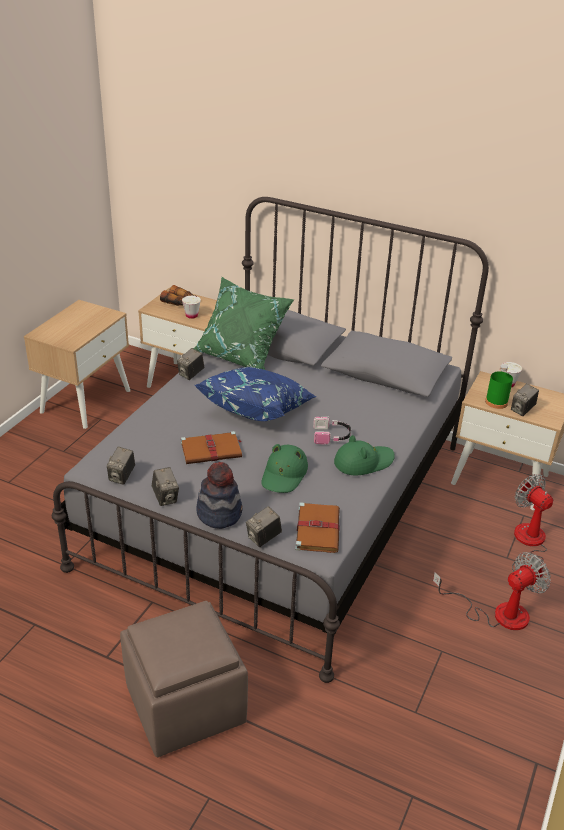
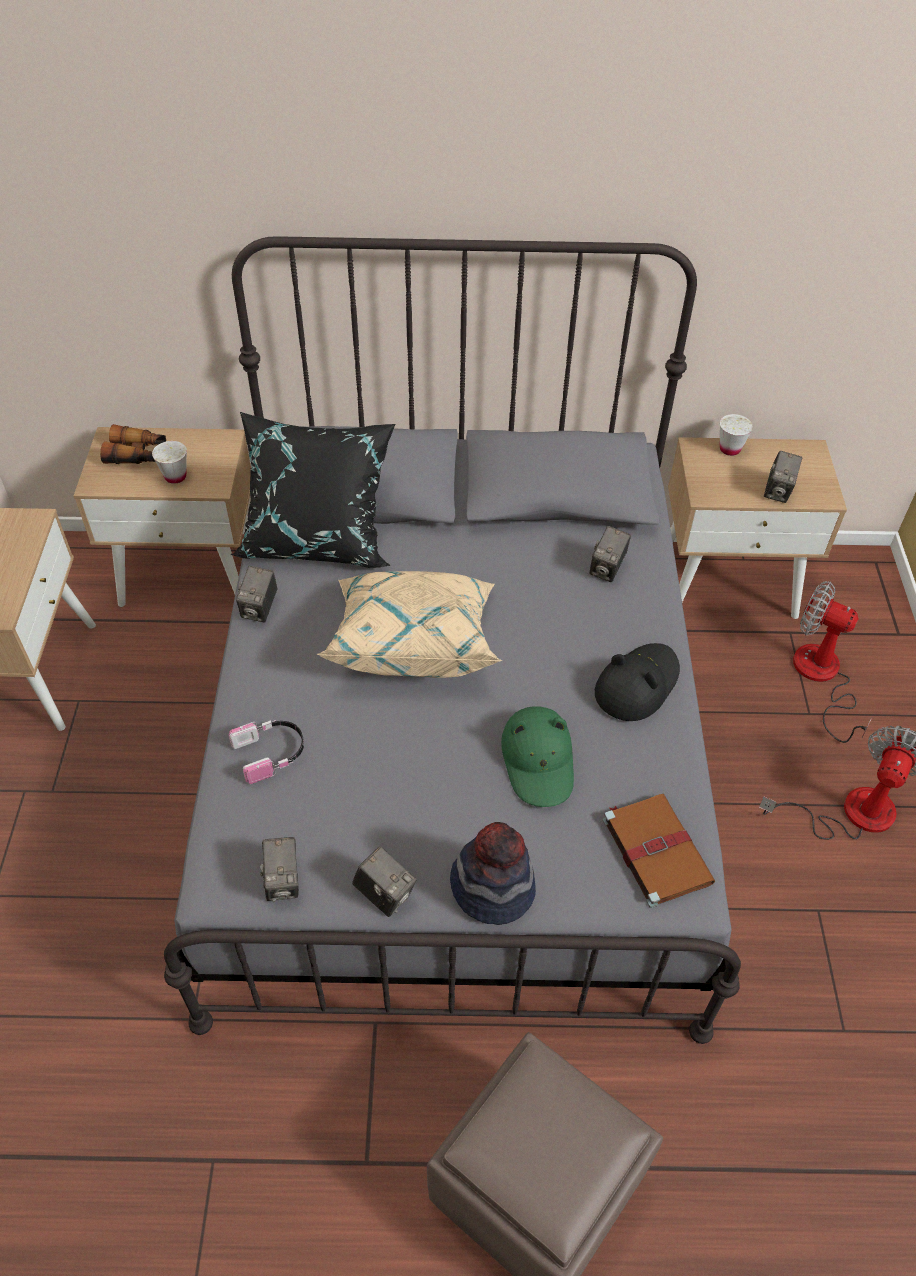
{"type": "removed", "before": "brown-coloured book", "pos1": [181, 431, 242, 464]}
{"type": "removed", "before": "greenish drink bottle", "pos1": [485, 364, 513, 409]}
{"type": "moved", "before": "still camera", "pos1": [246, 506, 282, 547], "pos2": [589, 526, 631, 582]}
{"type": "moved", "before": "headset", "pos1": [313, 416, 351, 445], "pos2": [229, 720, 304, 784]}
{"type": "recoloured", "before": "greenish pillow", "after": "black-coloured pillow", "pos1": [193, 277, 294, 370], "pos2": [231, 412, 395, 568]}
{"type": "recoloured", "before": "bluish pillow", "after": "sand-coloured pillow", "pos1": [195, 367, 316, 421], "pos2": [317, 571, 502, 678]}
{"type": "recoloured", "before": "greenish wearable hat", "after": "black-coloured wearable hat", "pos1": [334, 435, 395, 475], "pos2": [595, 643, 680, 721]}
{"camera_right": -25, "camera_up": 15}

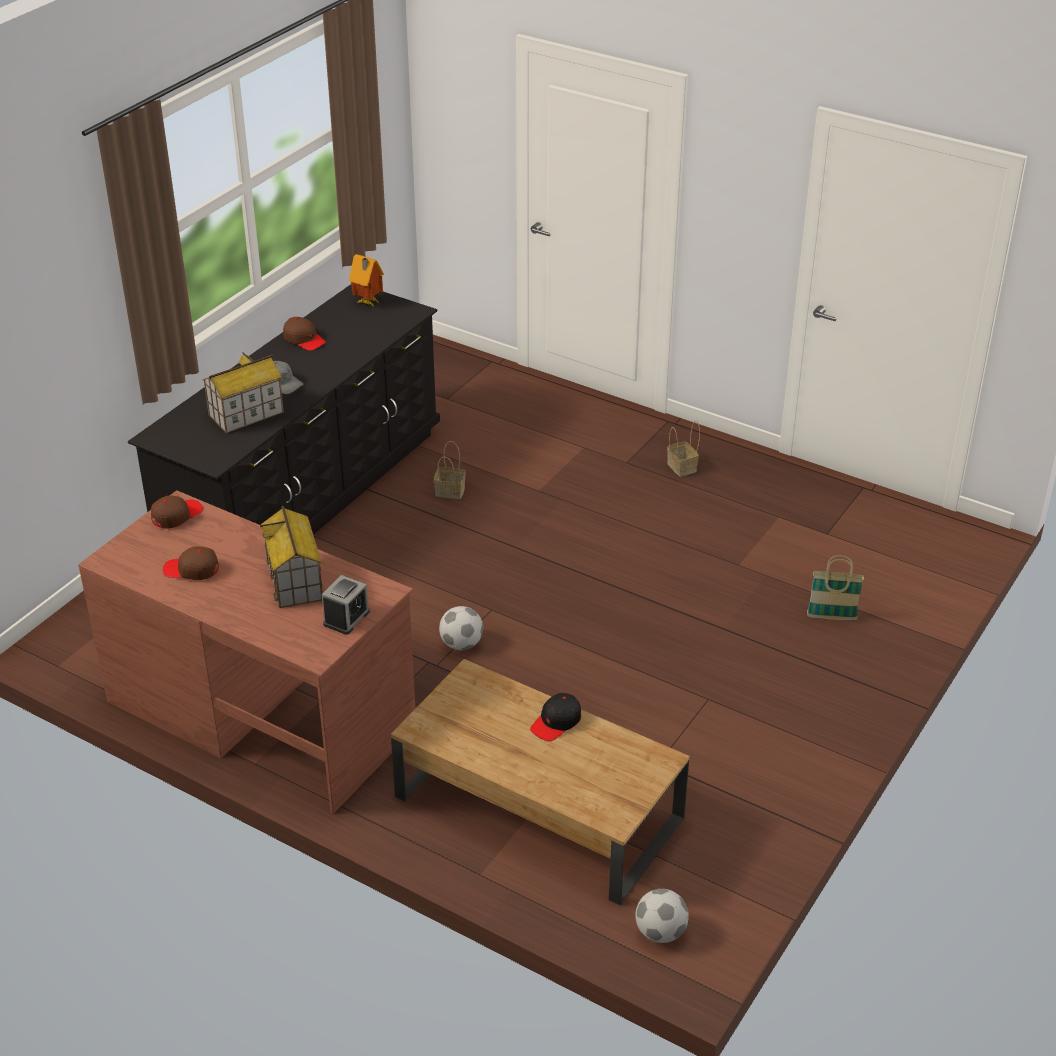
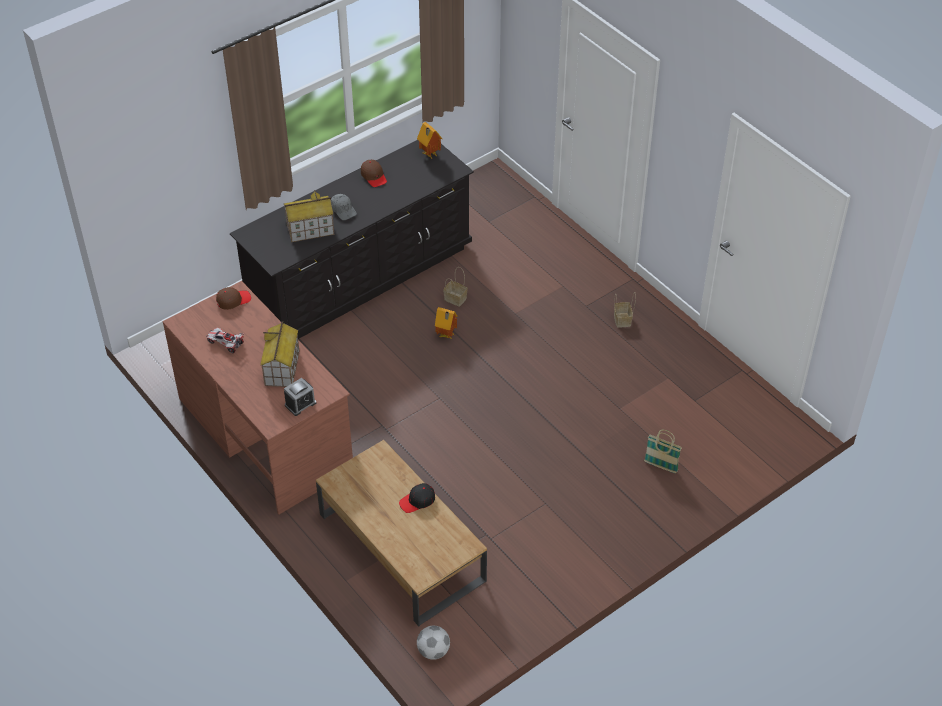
{"type": "removed", "before": "football ball", "pos1": [439, 606, 483, 650]}
{"type": "added", "after": "model house", "pos2": [435, 307, 458, 340]}
{"type": "replaced", "before": "brown-coloured cap", "after": "miniature car", "pos1": [163, 546, 219, 580], "pos2": [206, 328, 244, 353]}
{"camera_right": 20, "camera_up": 10}

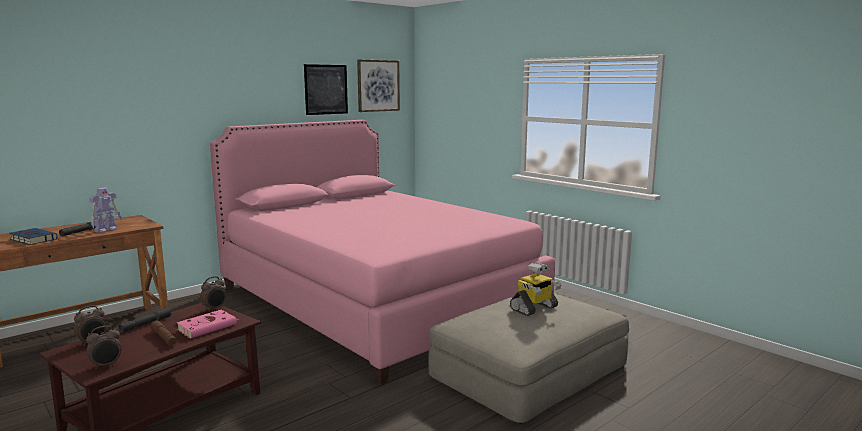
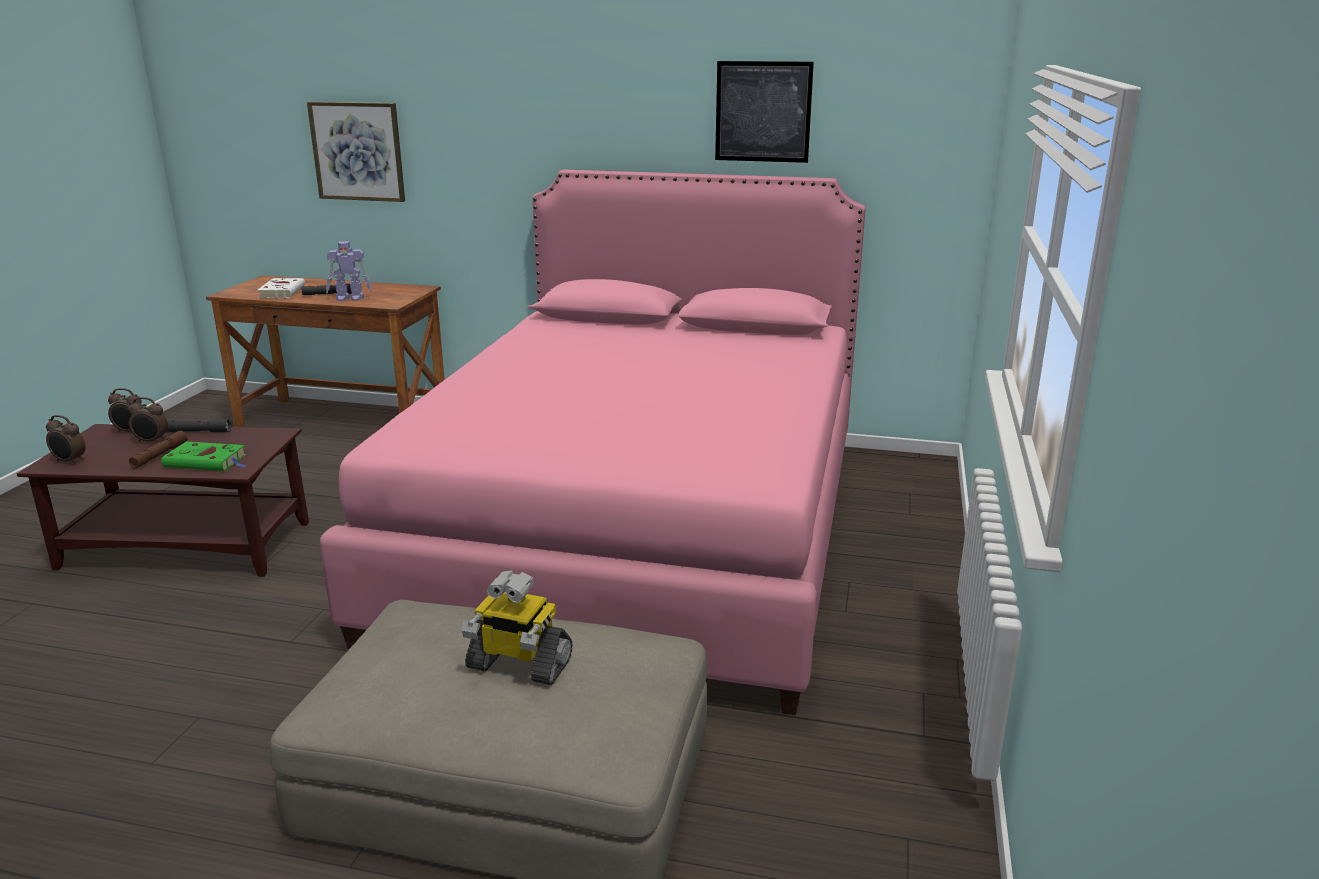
{"type": "moved", "before": "table clock", "pos1": [200, 276, 226, 311], "pos2": [128, 397, 168, 443]}
{"type": "moved", "before": "wall picture", "pos1": [357, 59, 400, 112], "pos2": [307, 102, 405, 202]}
{"type": "recoloured", "before": "bluish book", "after": "white-coloured book", "pos1": [10, 228, 57, 245], "pos2": [257, 278, 305, 298]}
{"type": "recoloured", "before": "pink book", "after": "greenish book", "pos1": [177, 310, 240, 338], "pos2": [161, 442, 246, 471]}
{"camera_right": 55, "camera_up": 10}

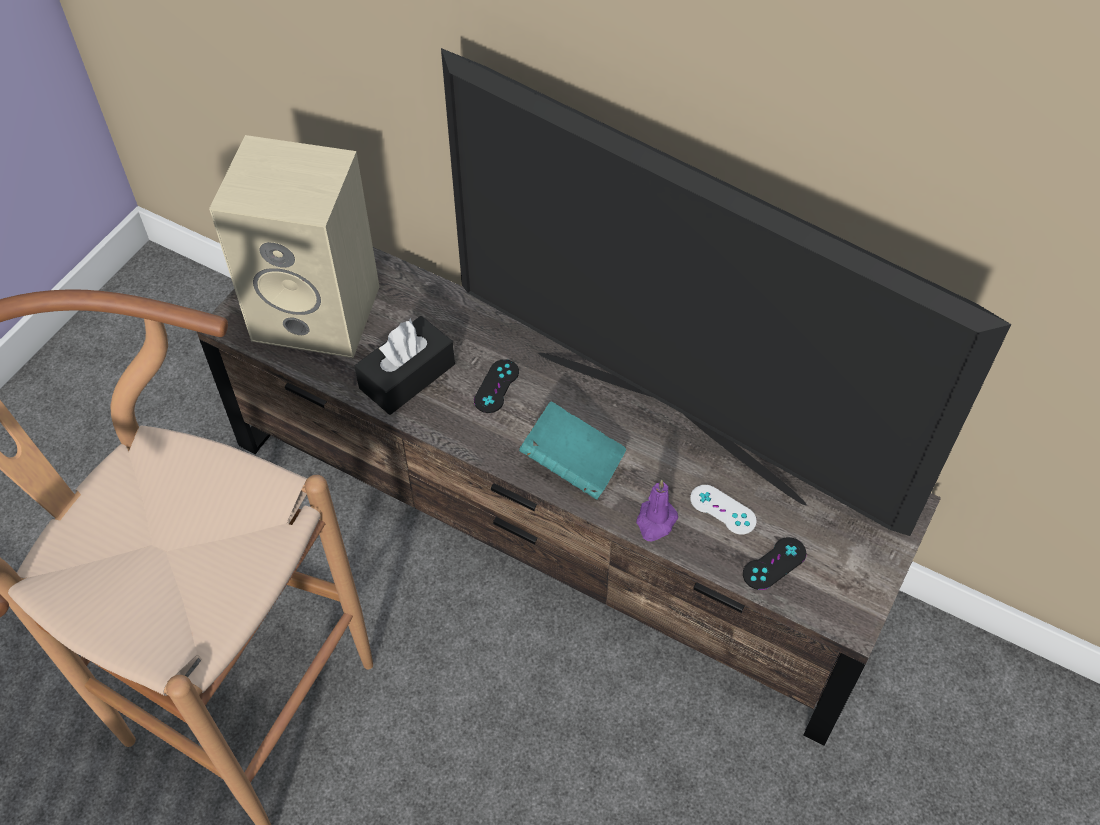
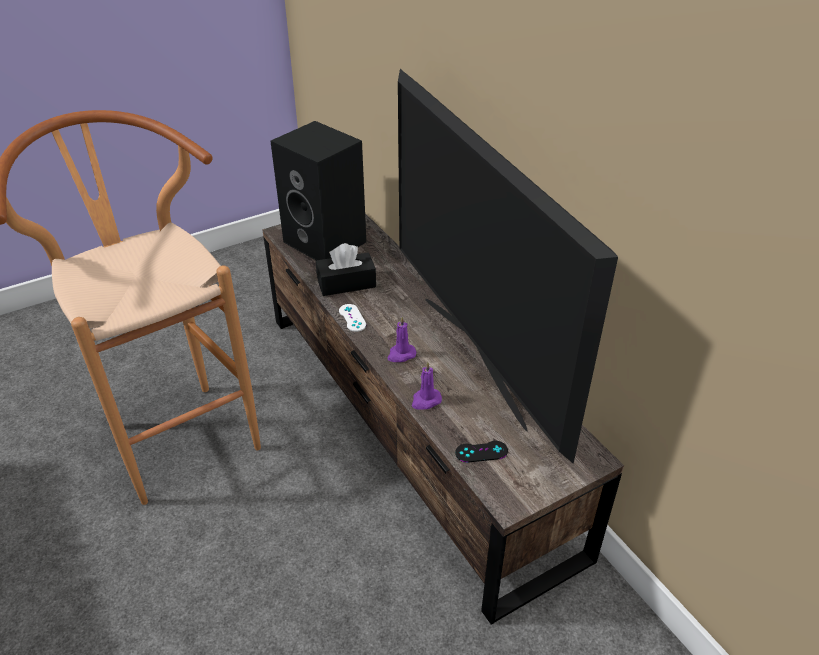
{"type": "removed", "before": "black-coloured joypad", "pos1": [474, 359, 519, 413]}
{"type": "moved", "before": "white-coloured joypad", "pos1": [690, 485, 757, 535], "pos2": [339, 304, 366, 332]}
{"type": "replaced", "before": "turquoise-coloured book", "after": "purplish wax candle", "pos1": [519, 401, 626, 500], "pos2": [388, 317, 416, 362]}
{"type": "recoloured", "before": "sand-coloured loudspeaker", "after": "black-coloured loudspeaker", "pos1": [209, 135, 380, 358], "pos2": [270, 121, 366, 260]}
{"camera_right": 30, "camera_up": -15}

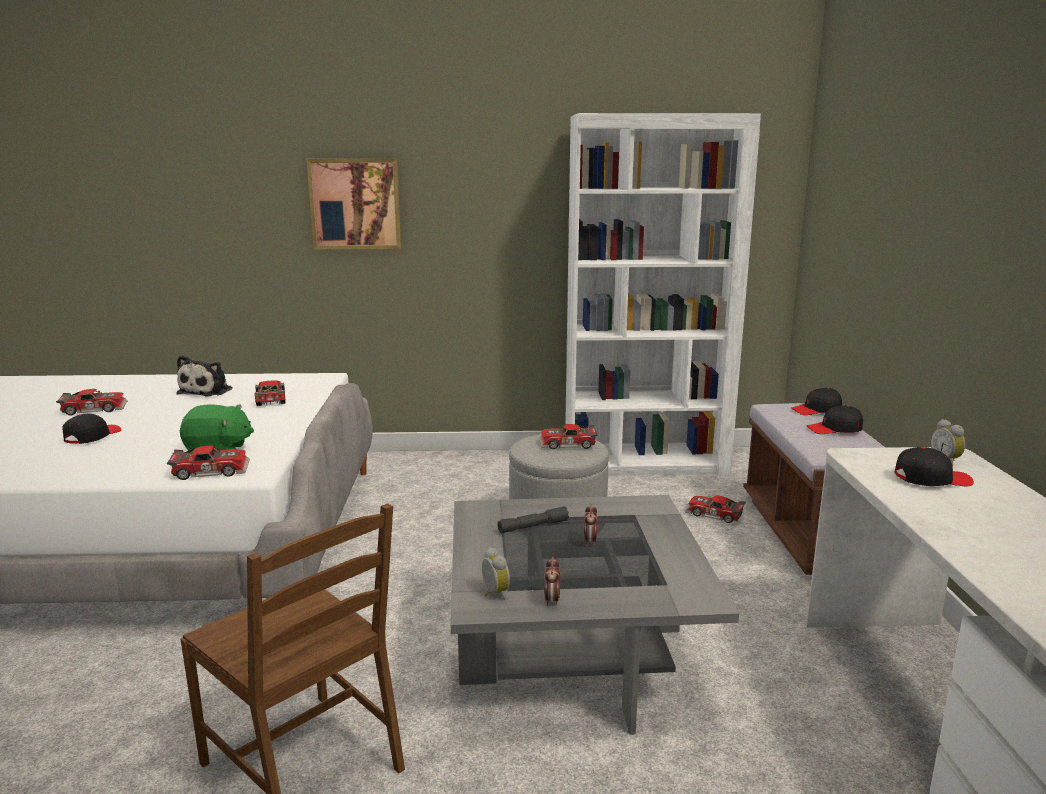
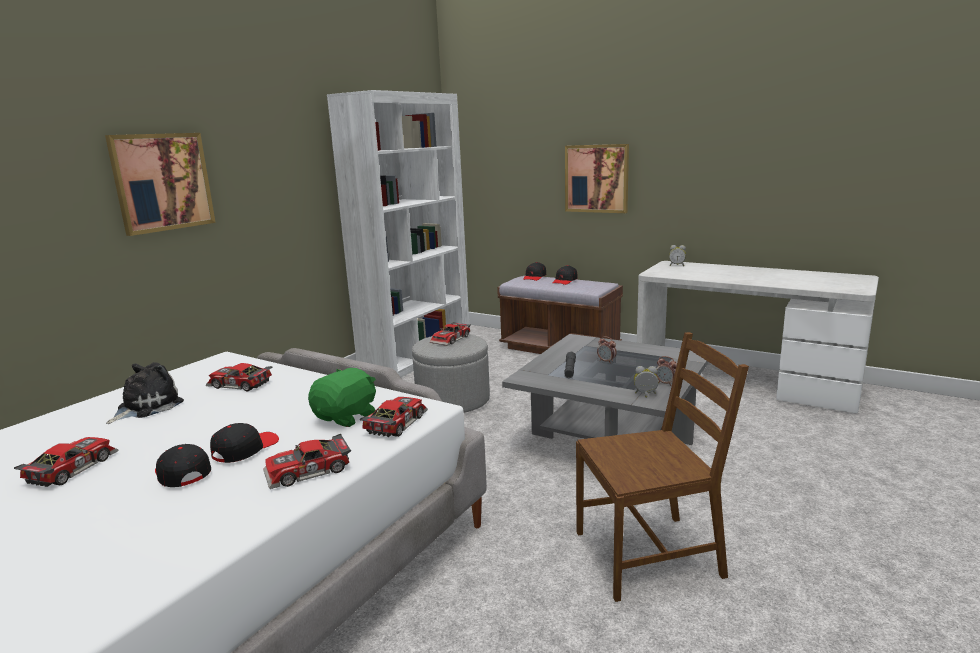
{"type": "added", "after": "wall picture", "pos2": [565, 144, 629, 213]}
{"type": "moved", "before": "miniature car", "pos1": [685, 495, 746, 523], "pos2": [263, 434, 351, 489]}
{"type": "moved", "before": "black-coloured cap", "pos1": [894, 447, 974, 487], "pos2": [210, 423, 279, 463]}
{"type": "turned", "before": "soft toy", "pos1": [176, 355, 232, 397], "pos2": [106, 362, 184, 424], "turn": -105}
{"camera_right": -55, "camera_up": 0}

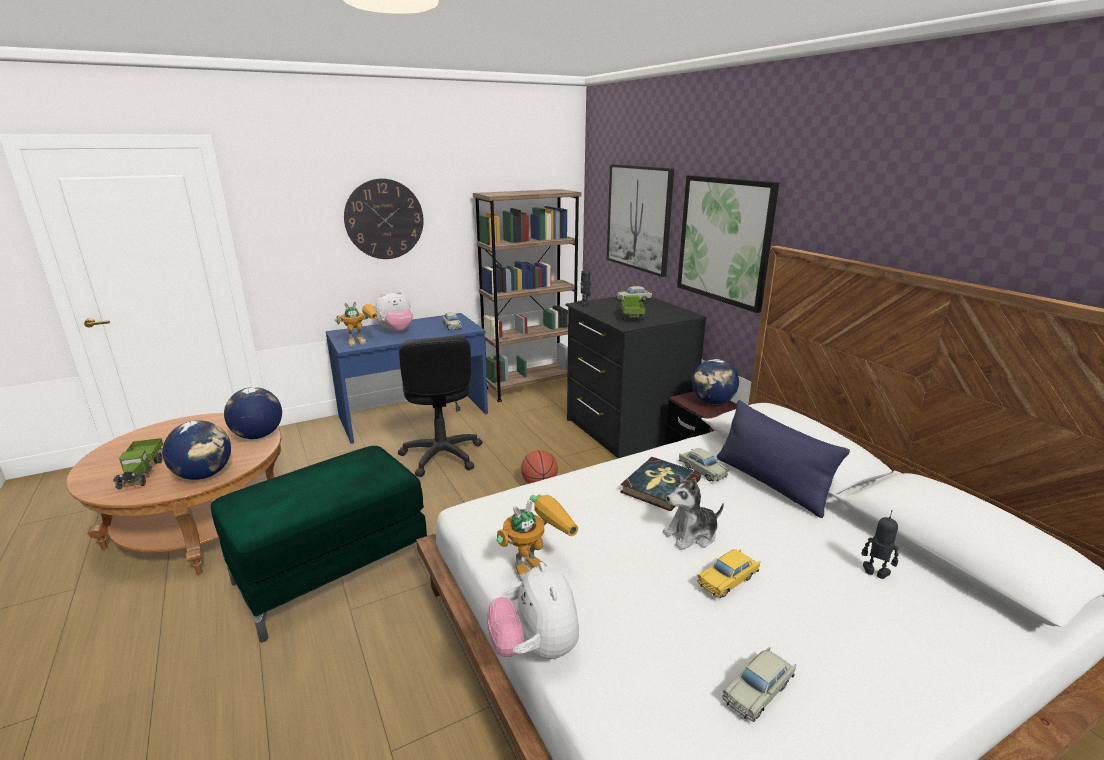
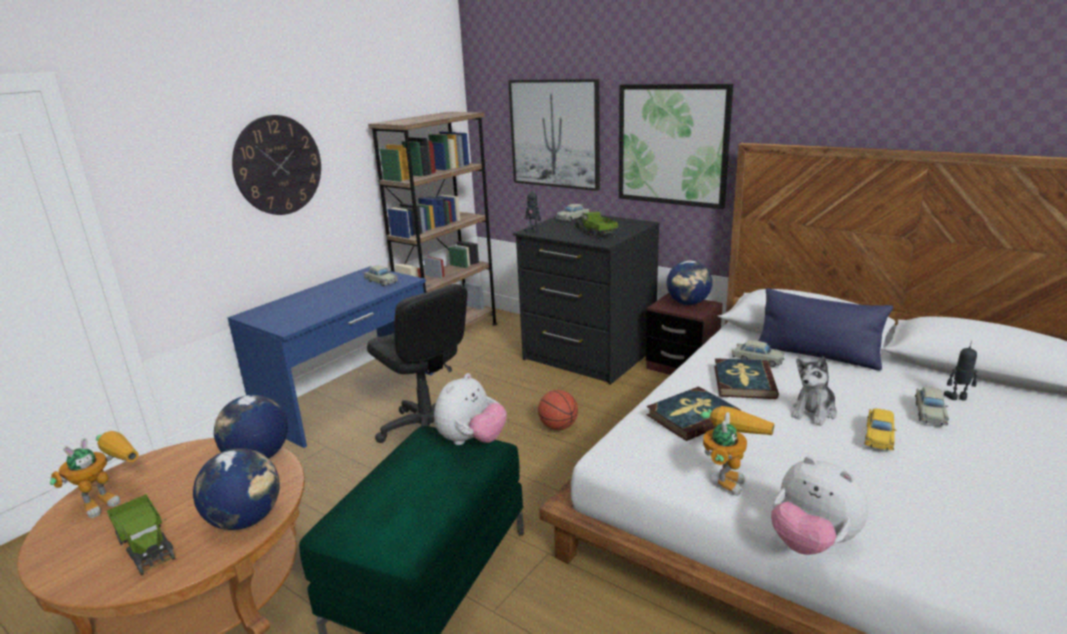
{"type": "added", "after": "book", "pos2": [647, 386, 741, 441]}
{"type": "moved", "before": "toy robot", "pos1": [335, 302, 378, 346], "pos2": [50, 431, 139, 518]}
{"type": "moved", "before": "soft toy", "pos1": [374, 291, 413, 332], "pos2": [434, 373, 507, 445]}
{"type": "moved", "before": "sand-coloured miniature car", "pos1": [722, 647, 796, 722], "pos2": [915, 387, 949, 426]}
{"camera_right": -25, "camera_up": 0}

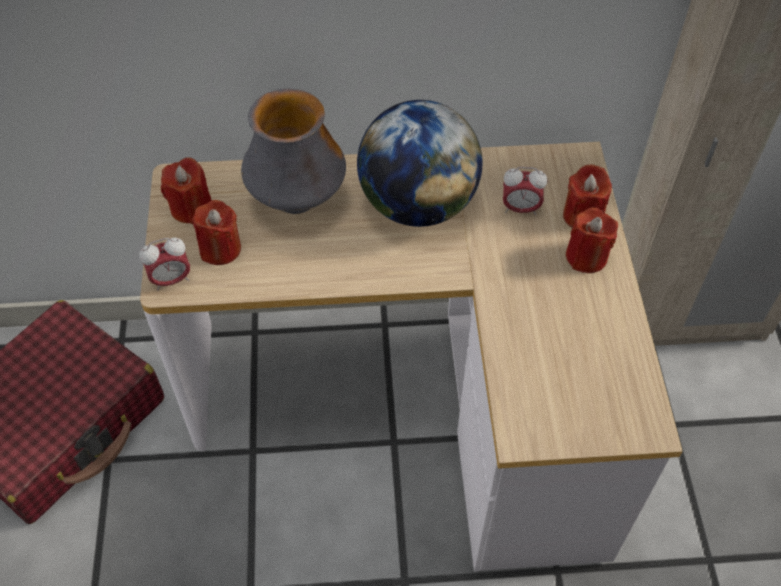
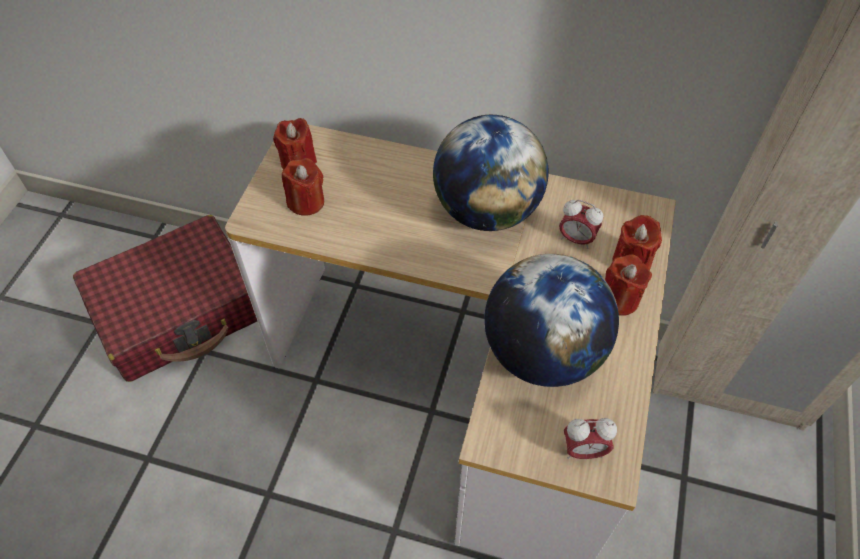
{"type": "removed", "before": "flower vase", "pos1": [241, 89, 346, 214]}
{"type": "added", "after": "desk globe", "pos2": [484, 254, 619, 387]}
{"type": "moved", "before": "table clock", "pos1": [139, 237, 190, 290], "pos2": [564, 418, 617, 459]}
{"camera_right": 20, "camera_up": 0}

